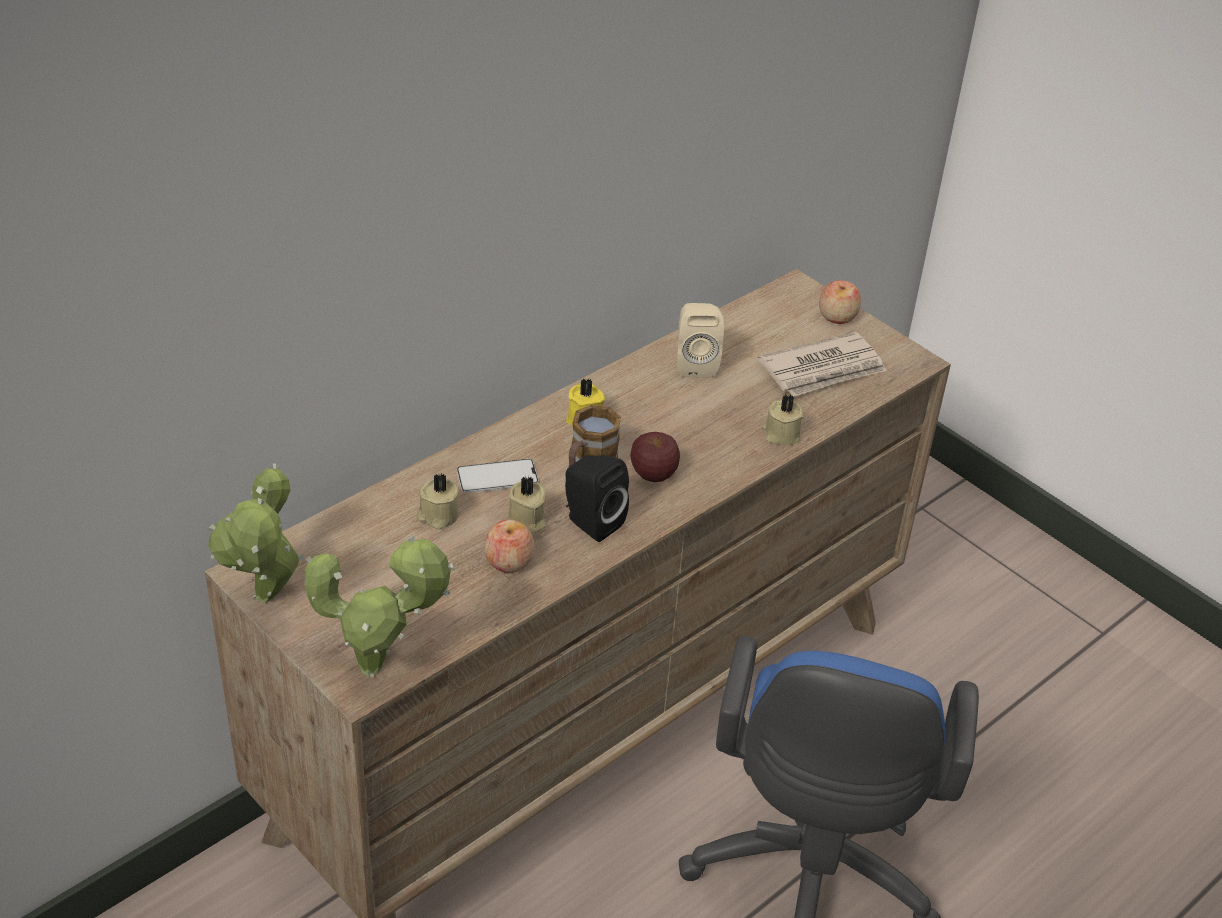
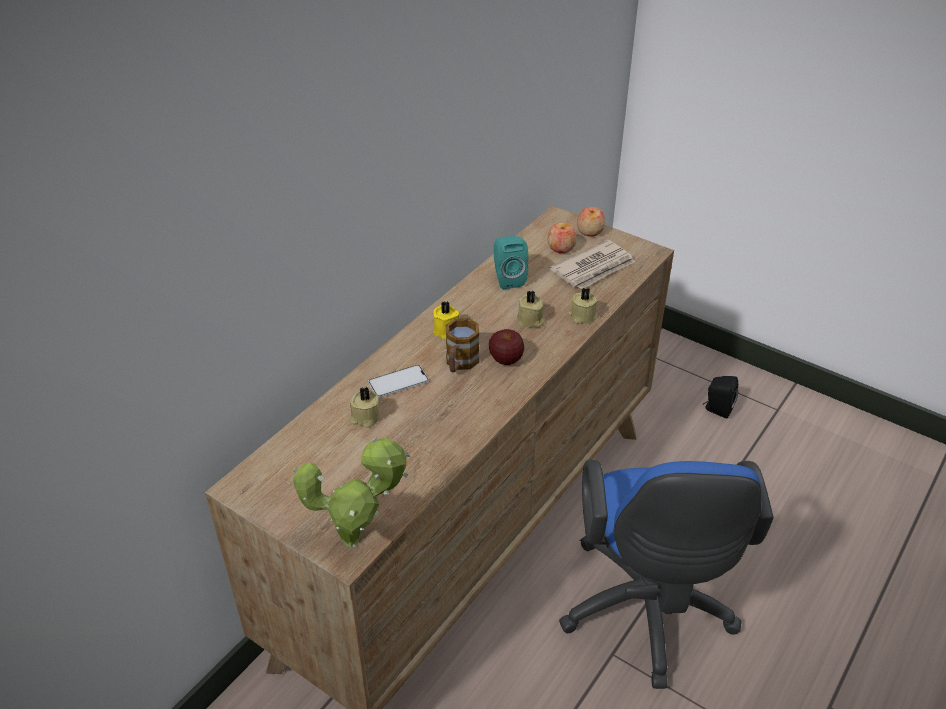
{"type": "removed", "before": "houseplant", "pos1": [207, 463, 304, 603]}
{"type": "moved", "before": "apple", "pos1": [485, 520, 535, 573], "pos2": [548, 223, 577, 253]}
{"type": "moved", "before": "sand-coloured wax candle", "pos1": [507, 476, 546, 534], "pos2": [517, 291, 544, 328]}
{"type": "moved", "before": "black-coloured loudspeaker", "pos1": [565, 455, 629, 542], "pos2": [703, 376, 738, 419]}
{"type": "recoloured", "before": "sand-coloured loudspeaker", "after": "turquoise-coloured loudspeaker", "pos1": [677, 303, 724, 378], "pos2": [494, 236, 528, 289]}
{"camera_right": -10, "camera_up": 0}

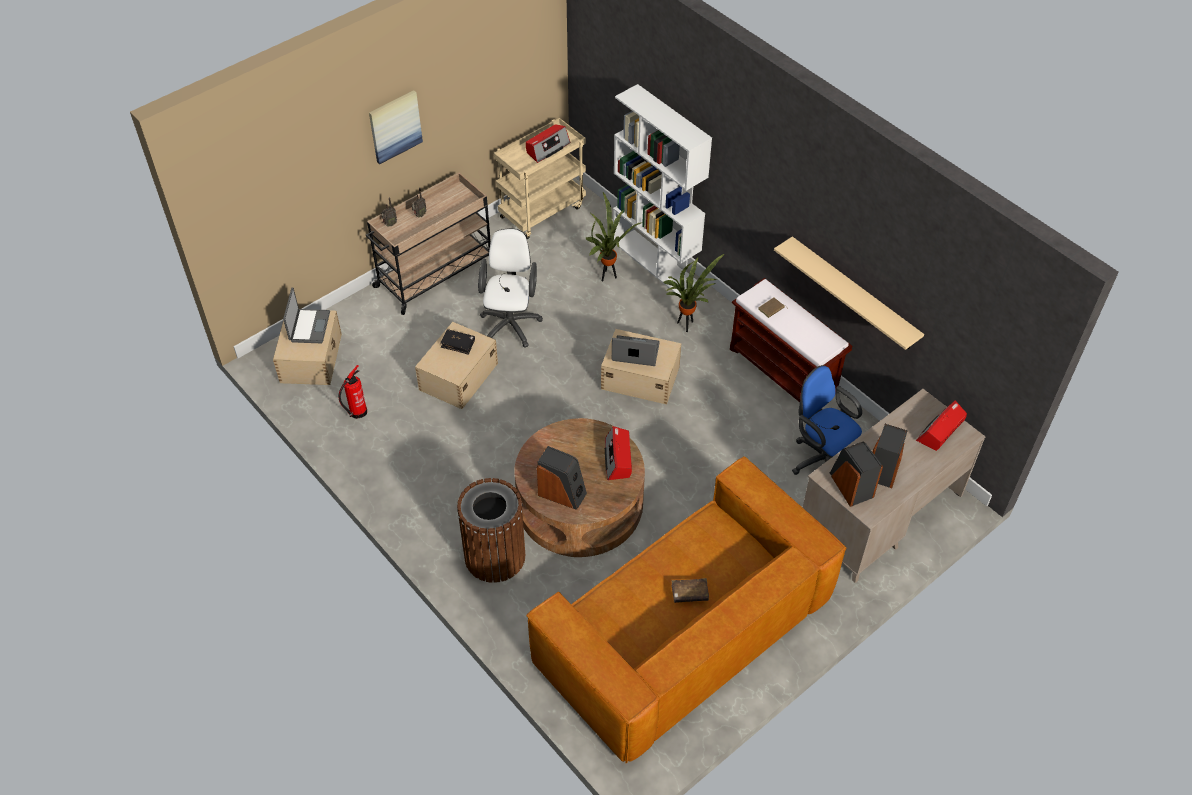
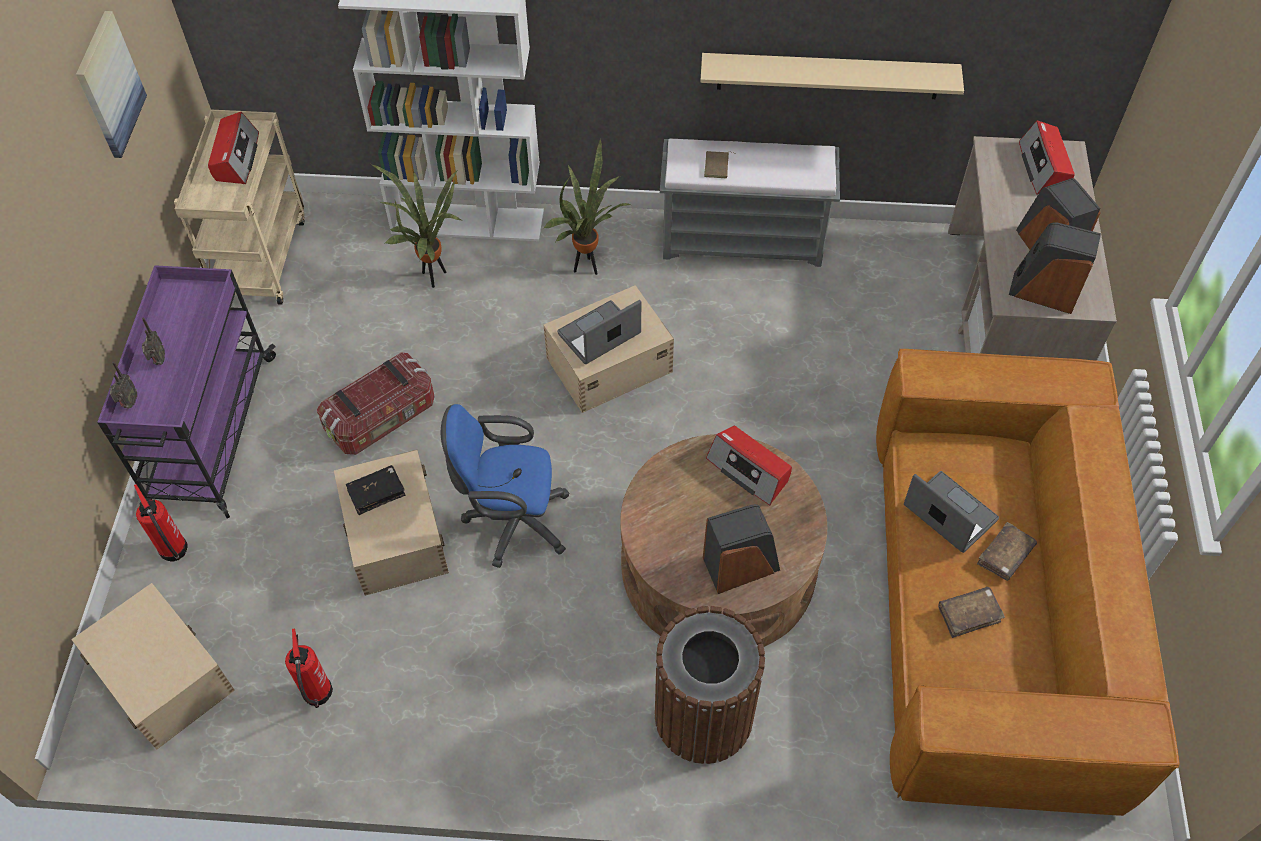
{"type": "added", "after": "extinguisher", "pos2": [134, 484, 188, 562]}
{"type": "added", "after": "brown-coloured book", "pos2": [938, 587, 1005, 638]}
{"type": "moved", "before": "portable computer", "pos1": [283, 287, 330, 343], "pos2": [904, 471, 999, 553]}
{"type": "moved", "before": "wall picture", "pos1": [369, 90, 423, 164], "pos2": [76, 11, 147, 158]}
{"type": "moved", "before": "bluish desk chair", "pos1": [792, 365, 862, 475], "pos2": [441, 404, 570, 568]}
{"type": "replaced", "before": "white-coloured desk chair", "after": "storage bin", "pos1": [478, 228, 543, 348], "pos2": [317, 353, 435, 455]}
{"type": "recoloured", "before": "sand-coloured wheeled cart", "after": "purplish wheeled cart", "pos1": [366, 173, 491, 315], "pos2": [97, 265, 276, 518]}
{"type": "recoloured", "before": "brown-coloured indoor bench", "after": "grey indoor bench", "pos1": [730, 278, 852, 402], "pos2": [660, 139, 840, 267]}
{"camera_right": -45, "camera_up": 5}

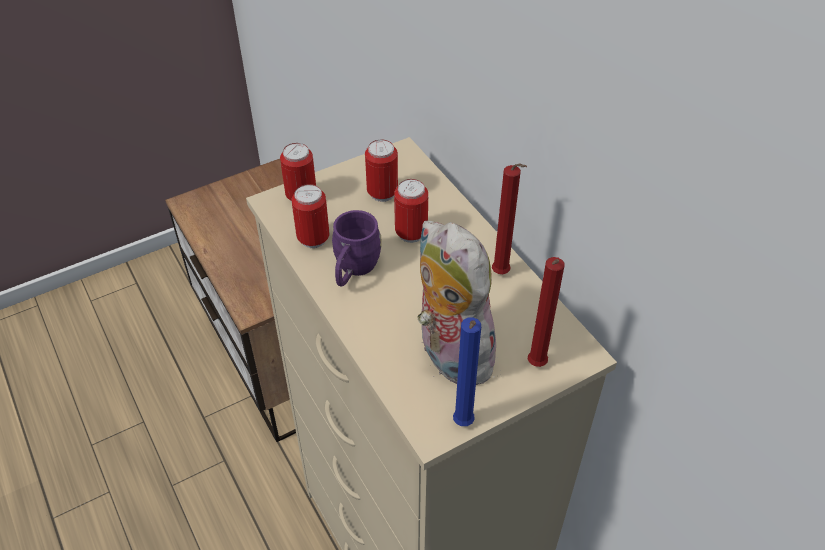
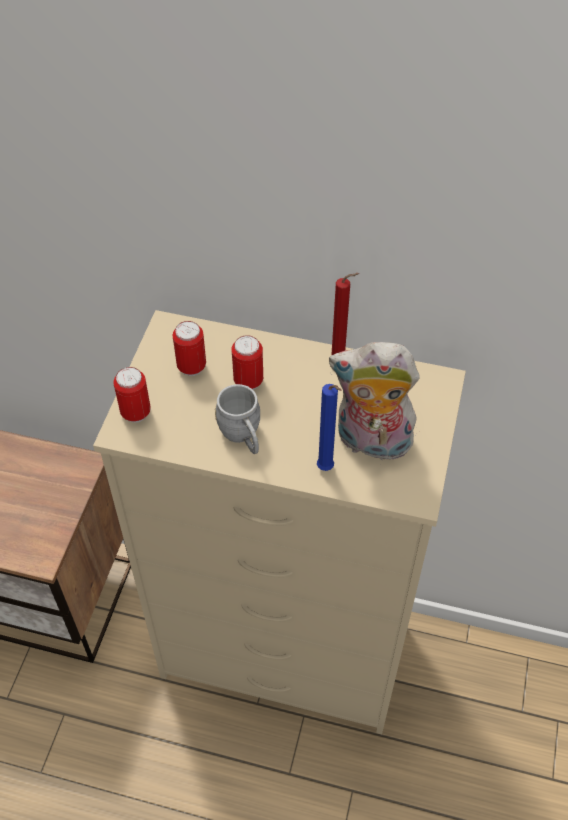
{"type": "removed", "before": "can", "pos1": [292, 184, 329, 248]}
{"type": "removed", "before": "reddish wax candle", "pos1": [528, 257, 565, 367]}
{"type": "moved", "before": "bluish wax candle", "pos1": [453, 317, 481, 426], "pos2": [317, 384, 341, 471]}
{"type": "recoloured", "before": "purplish coffee mug", "after": "grey coffee mug", "pos1": [332, 210, 382, 287], "pos2": [215, 384, 260, 454]}
{"camera_right": -45, "camera_up": 5}

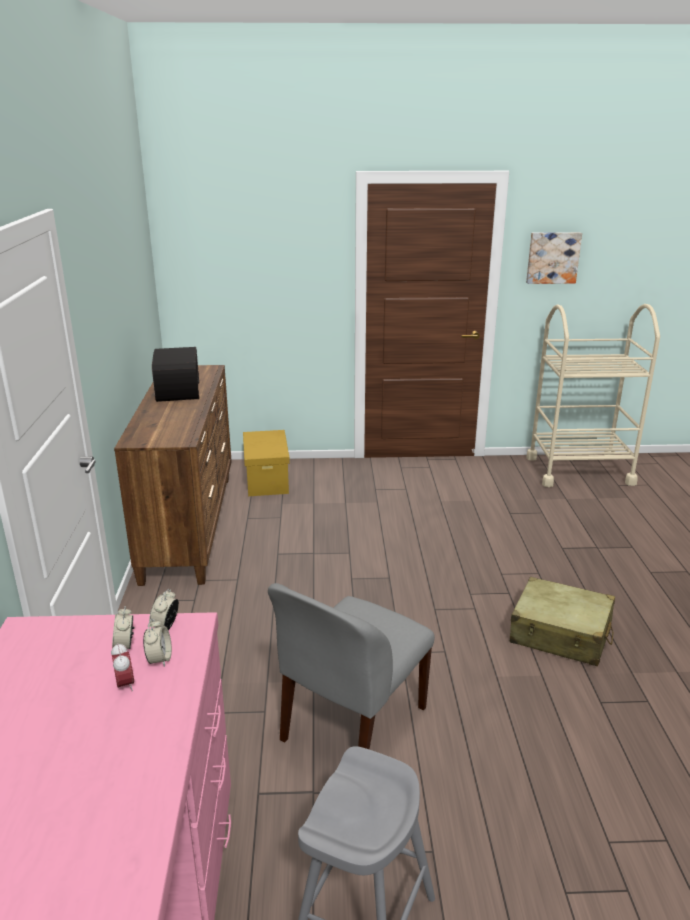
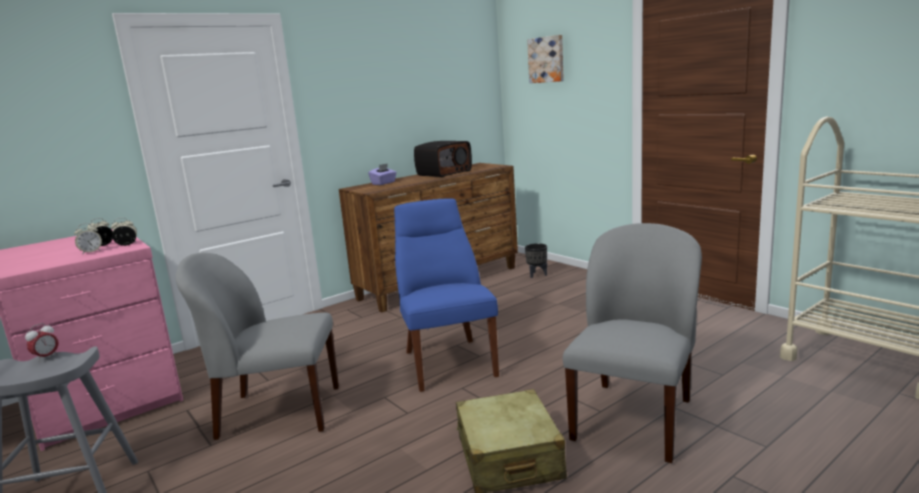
{"type": "added", "after": "purplish tissue box", "pos2": [368, 163, 397, 185]}
{"type": "added", "after": "bluish chair", "pos2": [394, 198, 499, 392]}
{"type": "added", "after": "grey chair", "pos2": [562, 223, 702, 463]}
{"type": "moved", "before": "table clock", "pos1": [111, 642, 134, 692], "pos2": [25, 323, 58, 362]}
{"type": "moved", "before": "wall picture", "pos1": [526, 232, 582, 284], "pos2": [527, 35, 564, 83]}
{"type": "replaced", "before": "yellowish storage bin", "after": "black-coloured plant pot", "pos1": [243, 430, 290, 496], "pos2": [525, 243, 547, 278]}
{"camera_right": 55, "camera_up": -10}

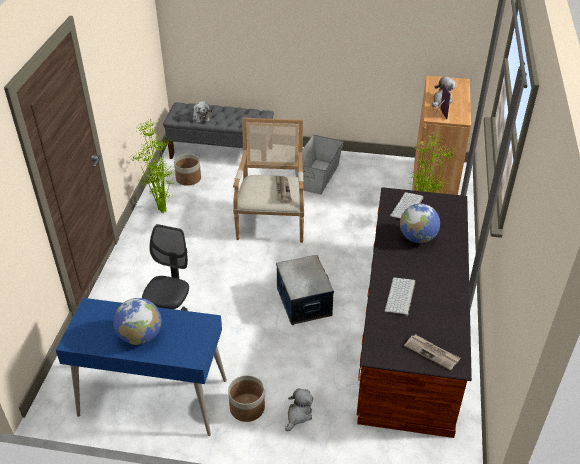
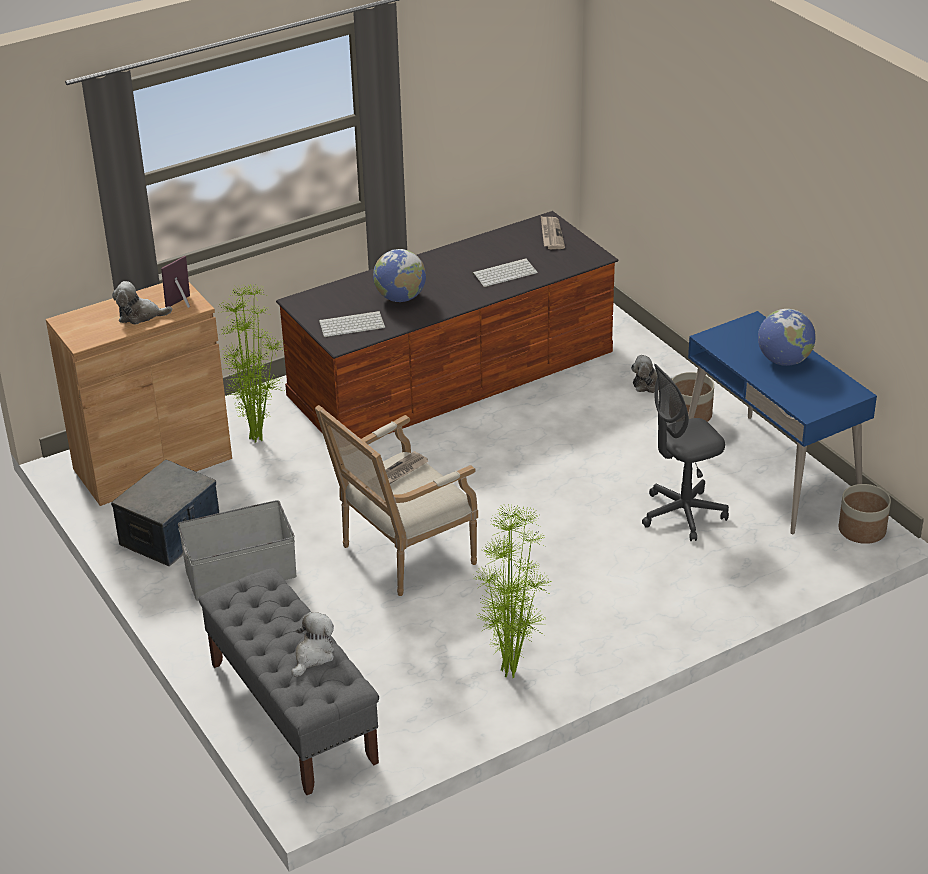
{"type": "moved", "before": "plant pot", "pos1": [174, 154, 201, 186], "pos2": [839, 484, 891, 544]}
{"type": "moved", "before": "storage bin", "pos1": [276, 255, 334, 325], "pos2": [111, 460, 219, 566]}
{"camera_right": -130, "camera_up": -5}

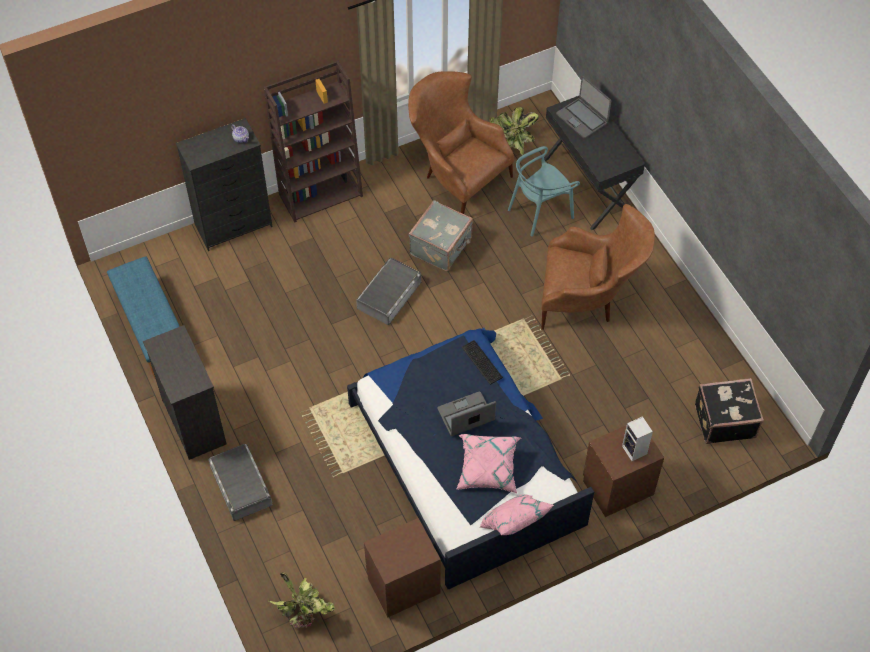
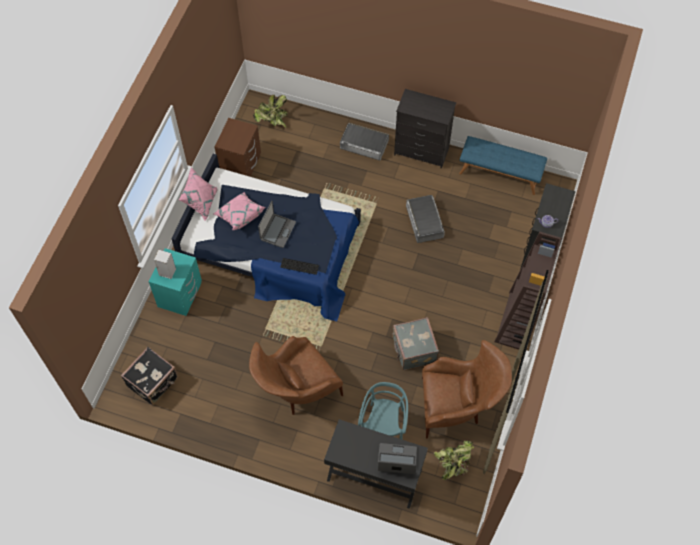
{"type": "moved", "before": "grey storage bin", "pos1": [356, 258, 421, 325], "pos2": [406, 195, 445, 243]}
{"type": "recoloured", "before": "brown-coloured night table", "after": "turquoise-coloured night table", "pos1": [583, 425, 664, 517], "pos2": [149, 248, 202, 316]}
{"camera_right": 135, "camera_up": 5}

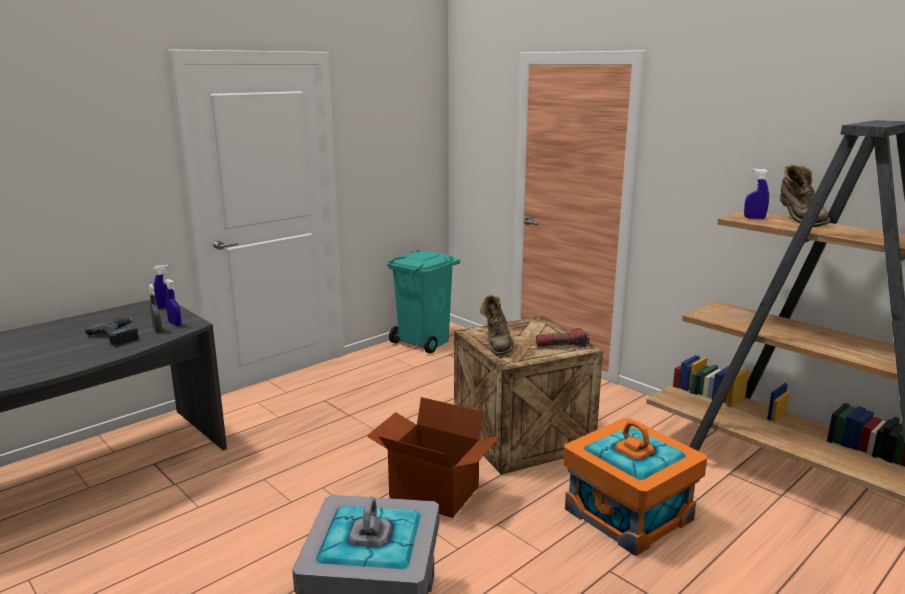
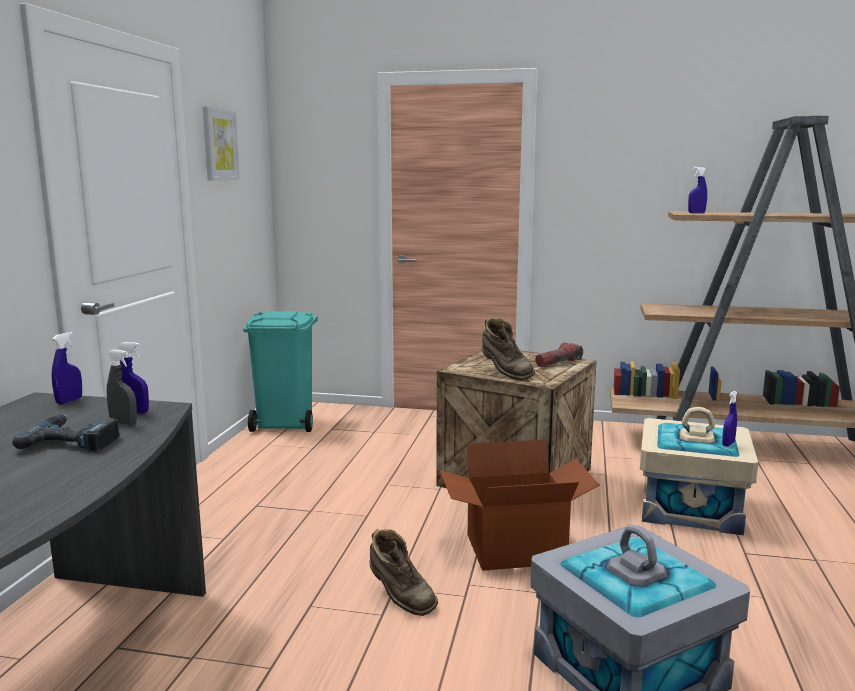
{"type": "added", "after": "wall picture", "pos2": [203, 106, 240, 180]}
{"type": "added", "after": "bluish hand sprayer", "pos2": [722, 391, 737, 446]}
{"type": "moved", "before": "brown-coloured high-top boot", "pos1": [780, 164, 830, 227], "pos2": [370, 529, 438, 616]}
{"type": "recoloured", "before": "orangey storage bin", "after": "sand-coloured storage bin", "pos1": [563, 418, 707, 556], "pos2": [640, 407, 758, 535]}
{"camera_right": -35, "camera_up": -5}

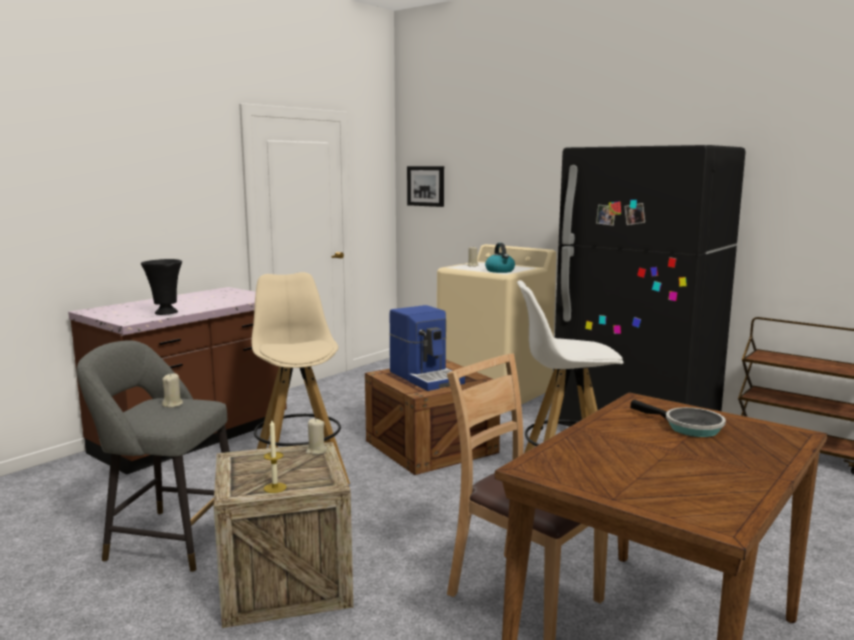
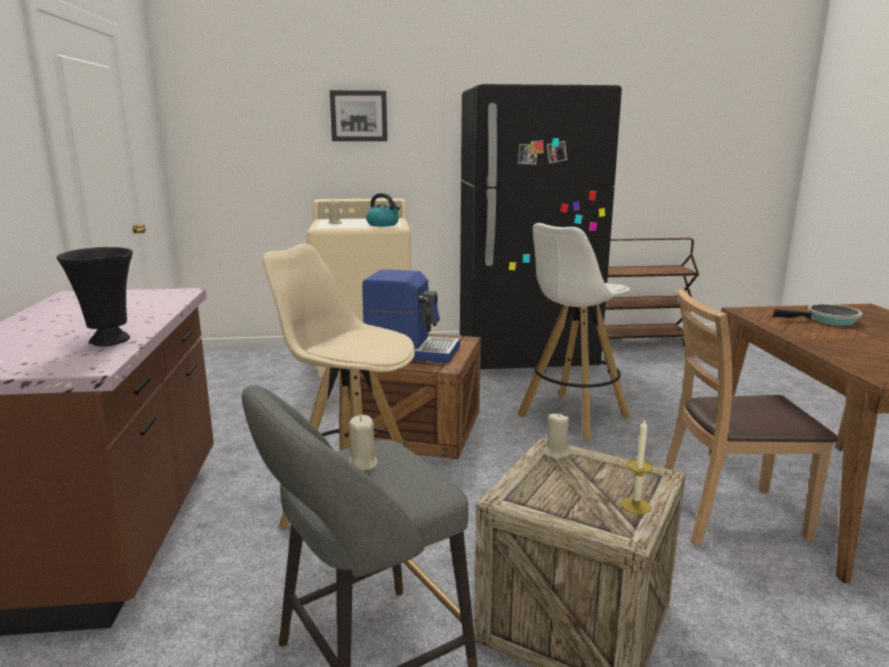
{"type": "moved", "before": "wall picture", "pos1": [407, 166, 444, 207], "pos2": [330, 90, 387, 141]}
{"camera_right": -45, "camera_up": 5}

